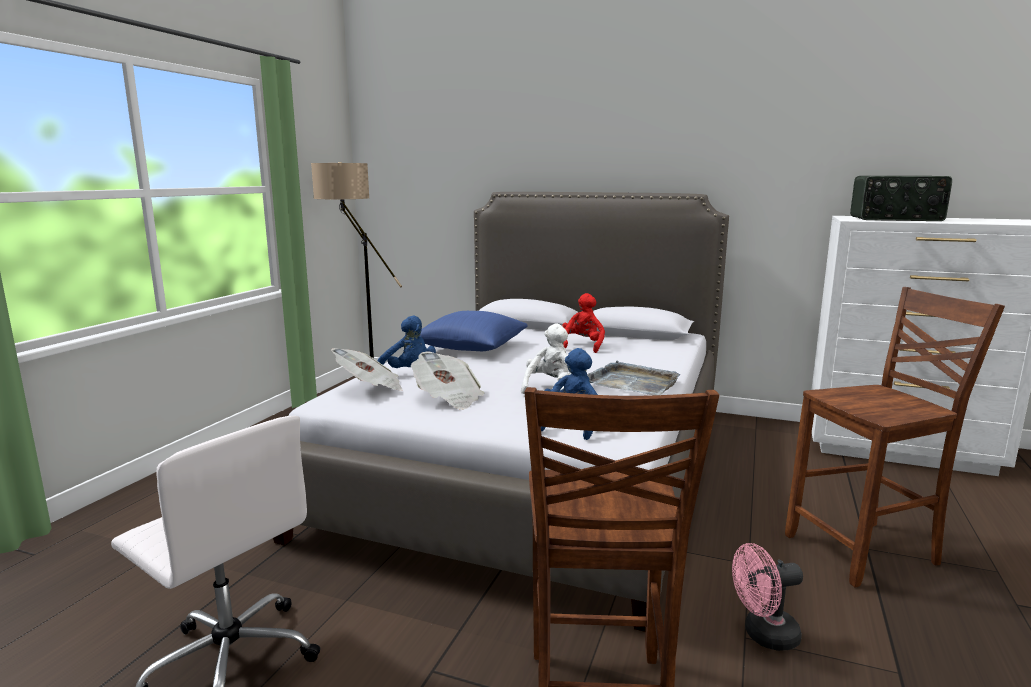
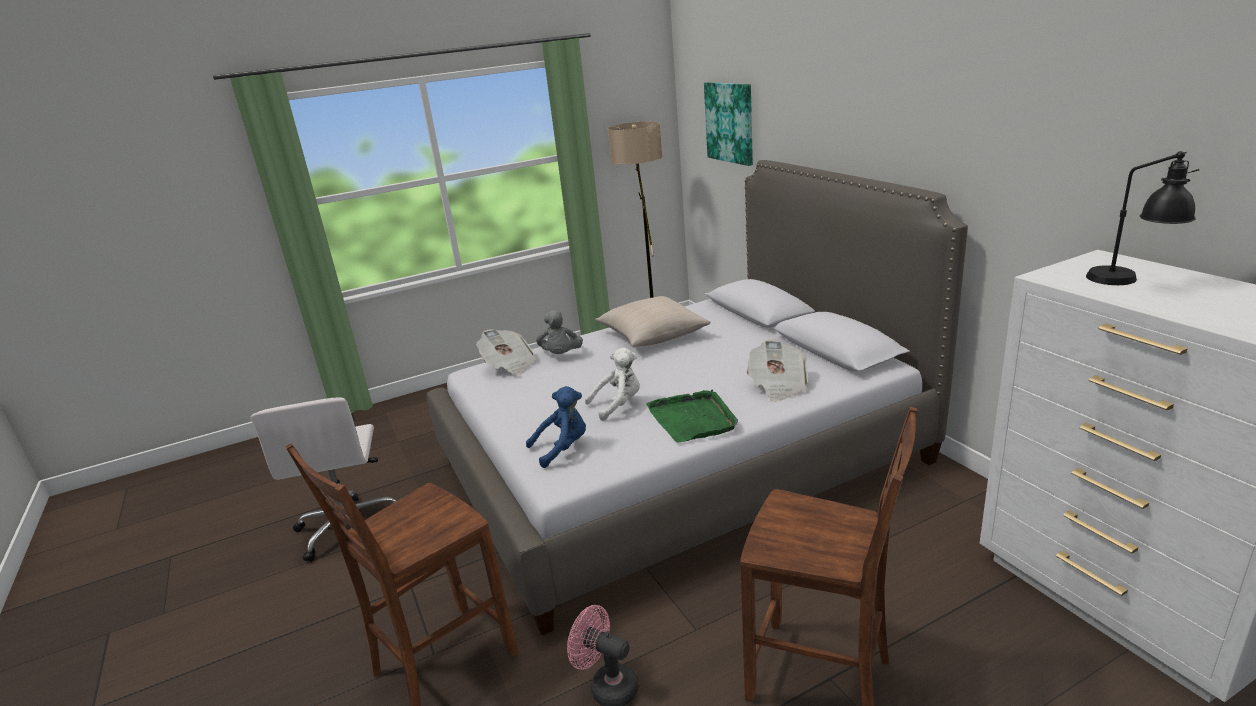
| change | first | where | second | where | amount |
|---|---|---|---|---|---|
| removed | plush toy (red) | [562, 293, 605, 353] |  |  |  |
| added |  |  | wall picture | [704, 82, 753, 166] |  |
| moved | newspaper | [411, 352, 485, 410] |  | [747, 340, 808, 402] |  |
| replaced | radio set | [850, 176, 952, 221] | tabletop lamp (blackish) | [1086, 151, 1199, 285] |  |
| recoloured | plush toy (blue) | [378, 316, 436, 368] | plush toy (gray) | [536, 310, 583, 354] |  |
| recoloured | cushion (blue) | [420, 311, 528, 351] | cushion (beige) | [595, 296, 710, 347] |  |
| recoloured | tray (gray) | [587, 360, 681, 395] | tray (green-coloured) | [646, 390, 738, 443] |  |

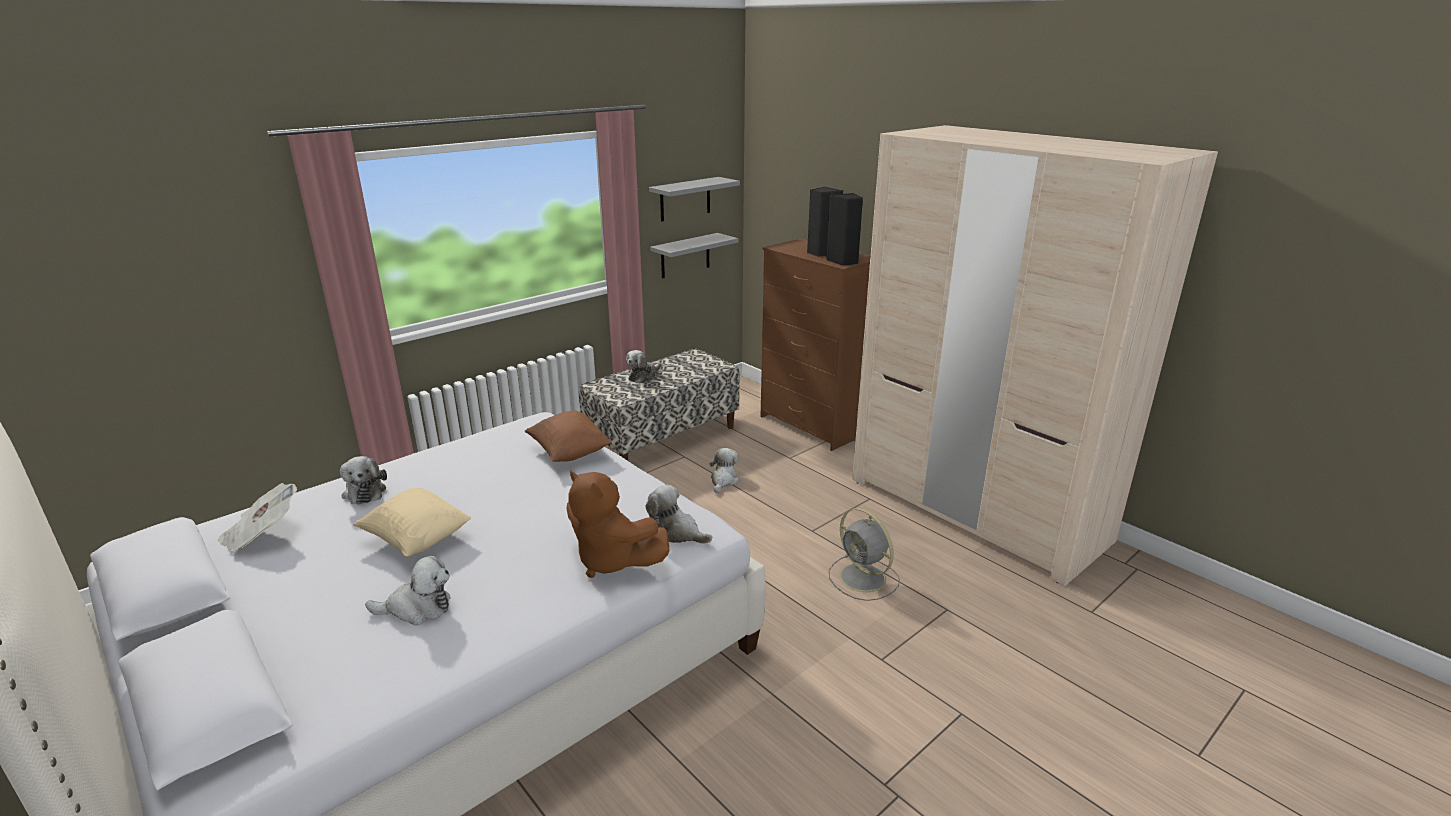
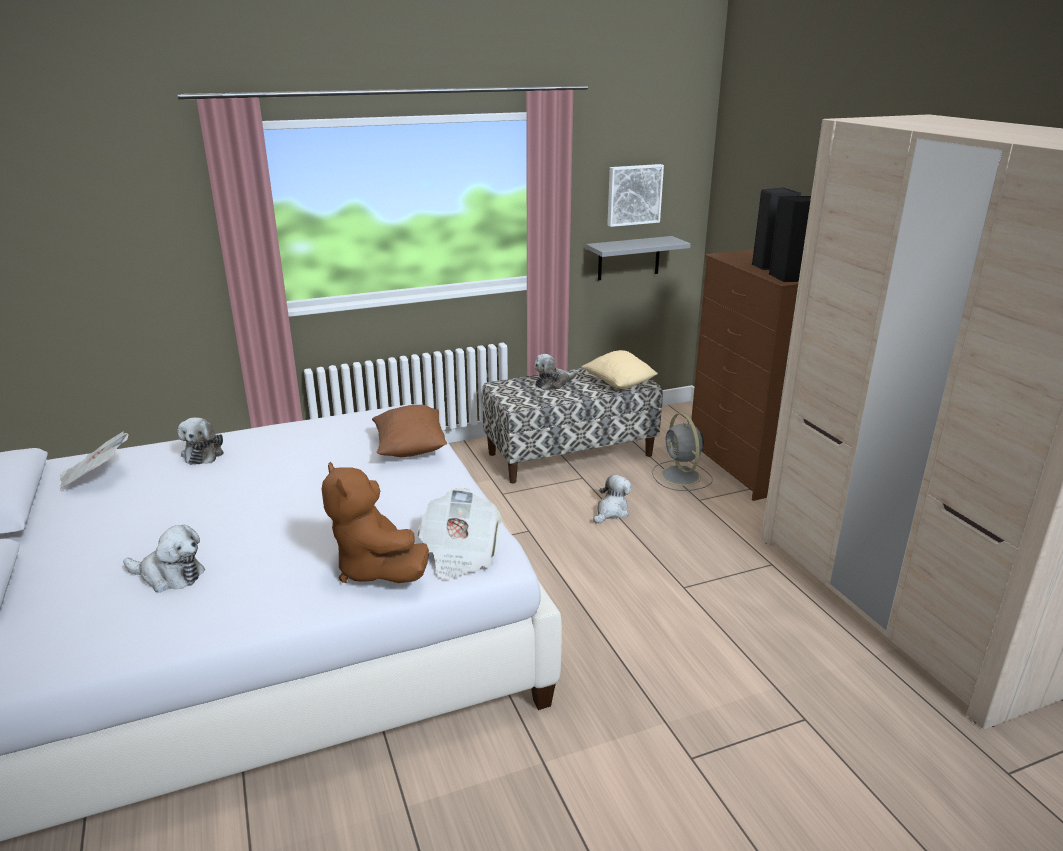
| change | first | where | second | where | amount |
|---|---|---|---|---|---|
| moved | cushion (beige) | [353, 488, 471, 557] |  | [582, 350, 658, 389] |  |
| moved | cooling fan (gray) | [829, 508, 900, 601] |  | [652, 413, 713, 491] |  |
| replaced | plush toy | [645, 485, 712, 544] | newspaper | [417, 488, 502, 580] |  |
| replaced | wall shelf (gray) | [649, 177, 740, 222] | wall picture | [607, 164, 664, 227] |  |

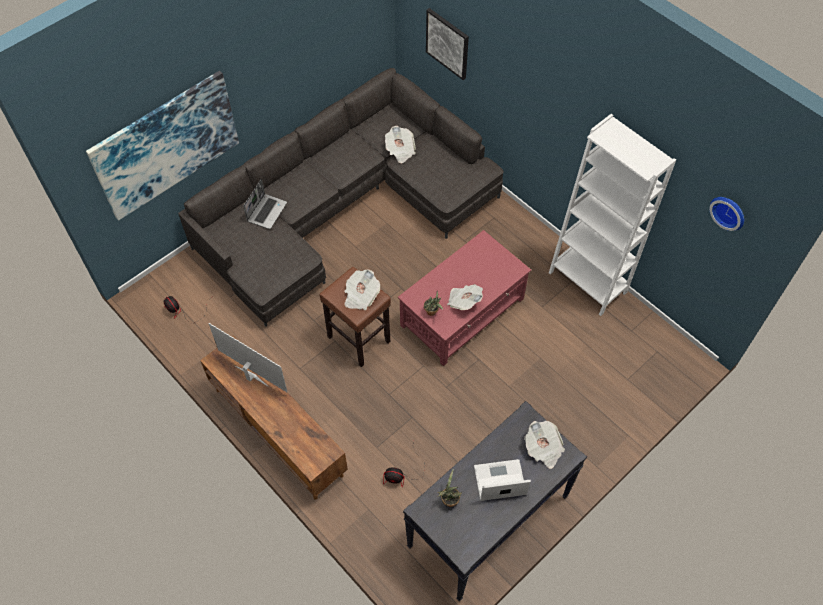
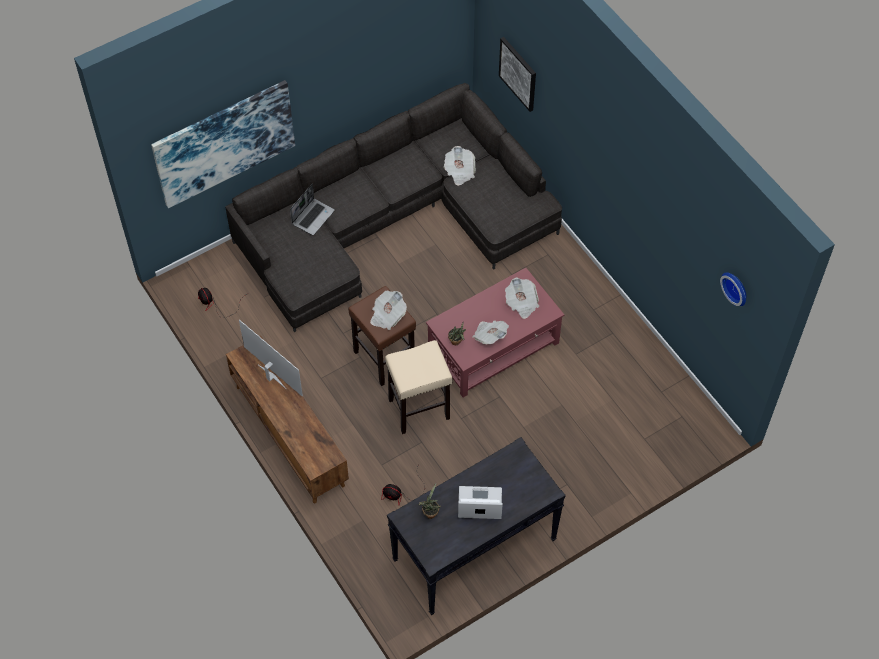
| change | first | where | second | where | amount |
|---|---|---|---|---|---|
| removed | shelving unit (whitish) | [549, 114, 676, 316] |  |  |  |
| added |  |  | stool (beige) | [385, 340, 452, 434] |  |
| moved | newspaper | [524, 421, 565, 469] |  | [505, 277, 539, 319] |  |

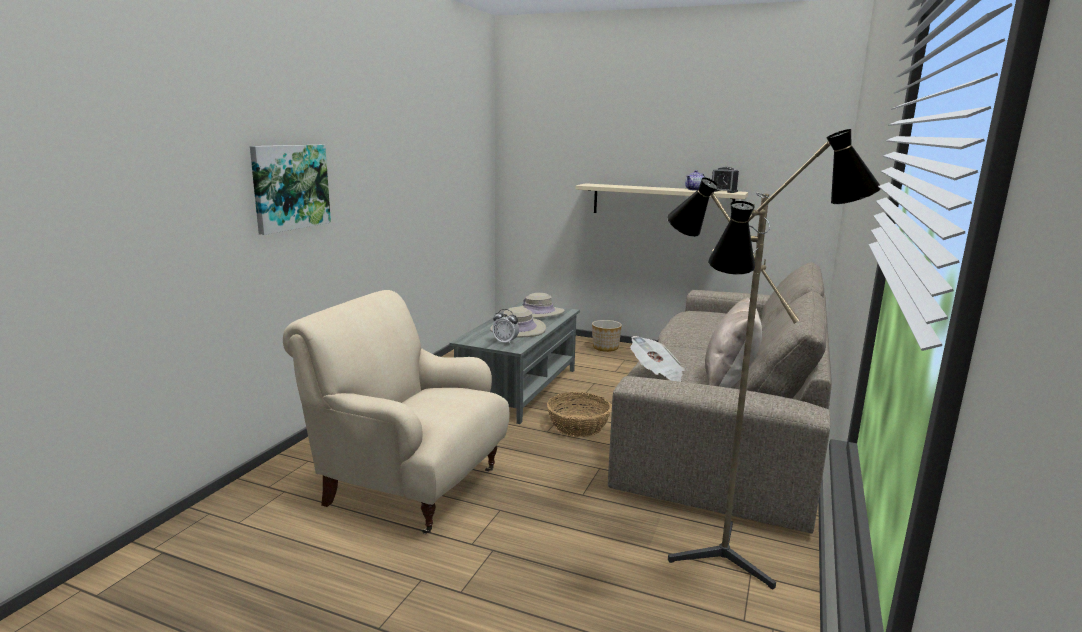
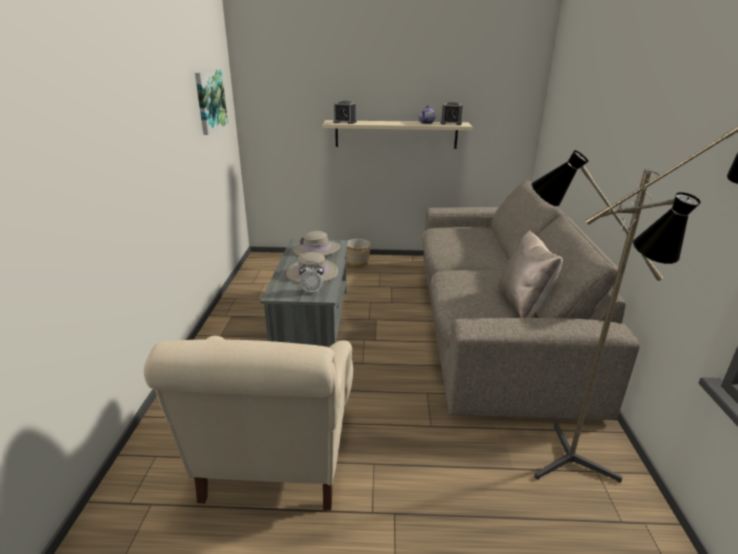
| change | first | where | second | where | amount |
|---|---|---|---|---|---|
| removed | basket | [547, 392, 612, 437] |  |  |  |
| removed | newspaper | [630, 336, 685, 382] |  |  |  |
| added |  |  | alarm clock | [333, 101, 357, 124] |  |
| moved | wall picture | [250, 145, 331, 235] |  | [195, 69, 228, 135] |  |
| turned | easy chair (beige) | [283, 290, 510, 534] |  | [144, 336, 353, 510] | 90 degrees counterclockwise |

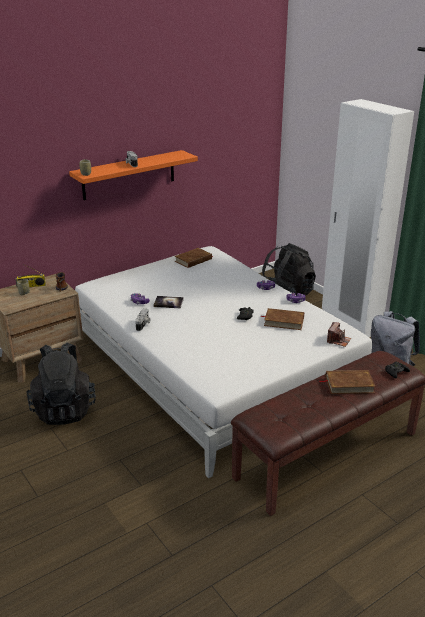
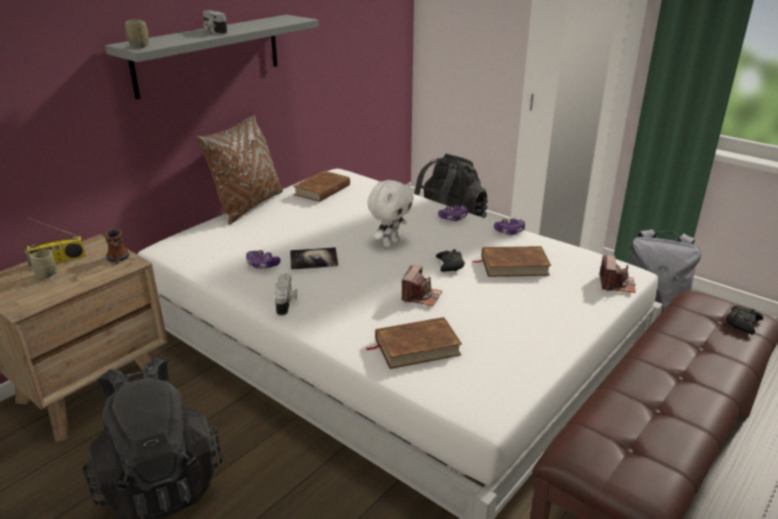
| change | first | where | second | where | amount |
|---|---|---|---|---|---|
| added |  |  | cushion (brown) | [196, 114, 283, 224] |  |
| added |  |  | plush toy (whitish) | [367, 180, 414, 247] |  |
| added |  |  | photo camera | [402, 265, 442, 306] |  |
| moved | book (brown) | [319, 370, 376, 394] |  | [366, 317, 462, 369] |  |
| recoloured | wall shelf (orangey) | [69, 150, 198, 200] | wall shelf (gray) | [105, 15, 319, 100] |  |

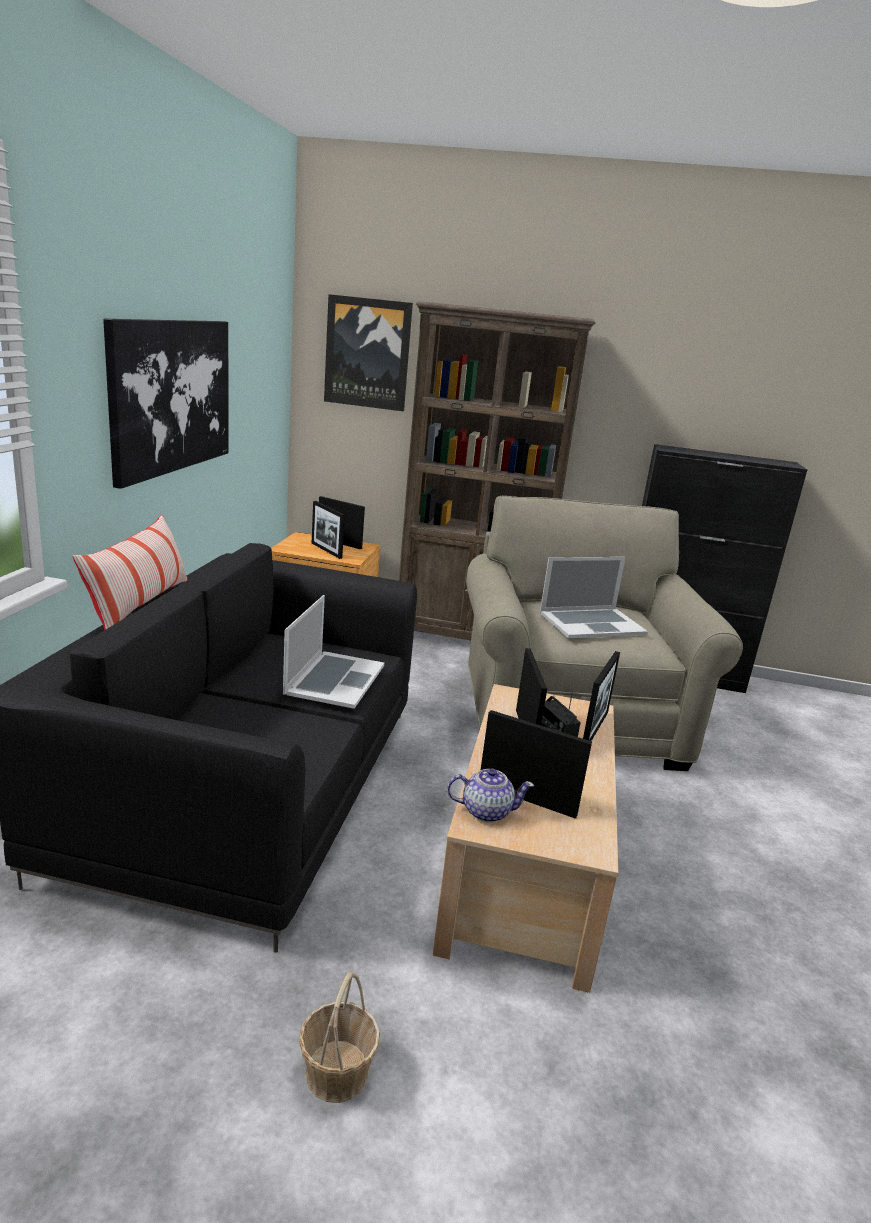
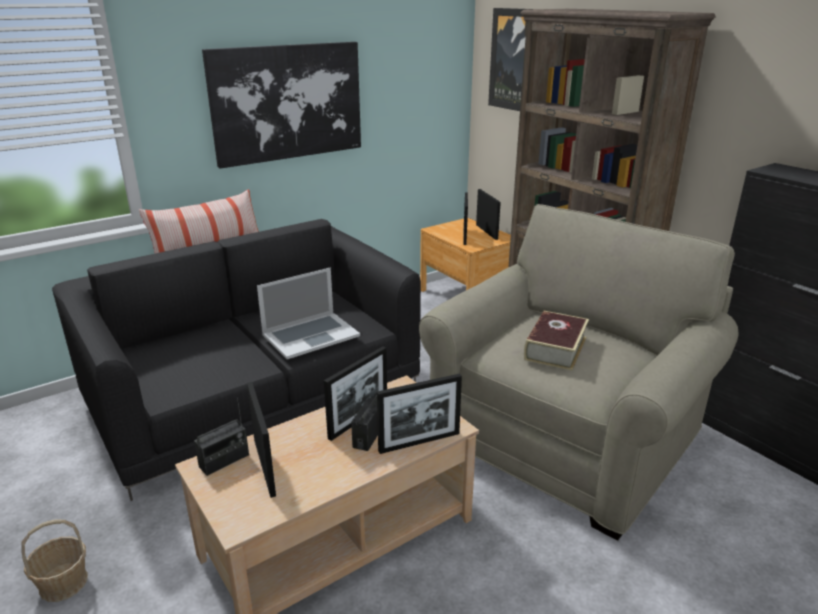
| change | first | where | second | where | amount |
|---|---|---|---|---|---|
| replaced | tea pot | [447, 769, 534, 822] | radio set | [194, 398, 249, 476] |  |
| replaced | notebook computer | [540, 557, 648, 638] | book | [524, 311, 589, 371] |  |

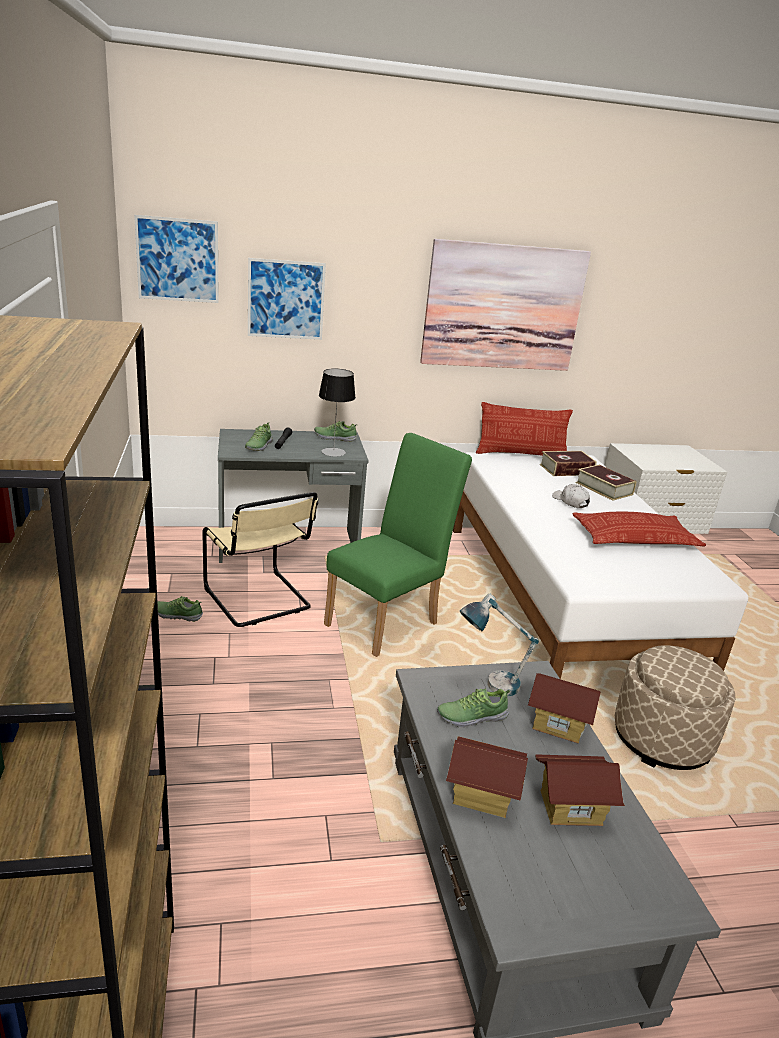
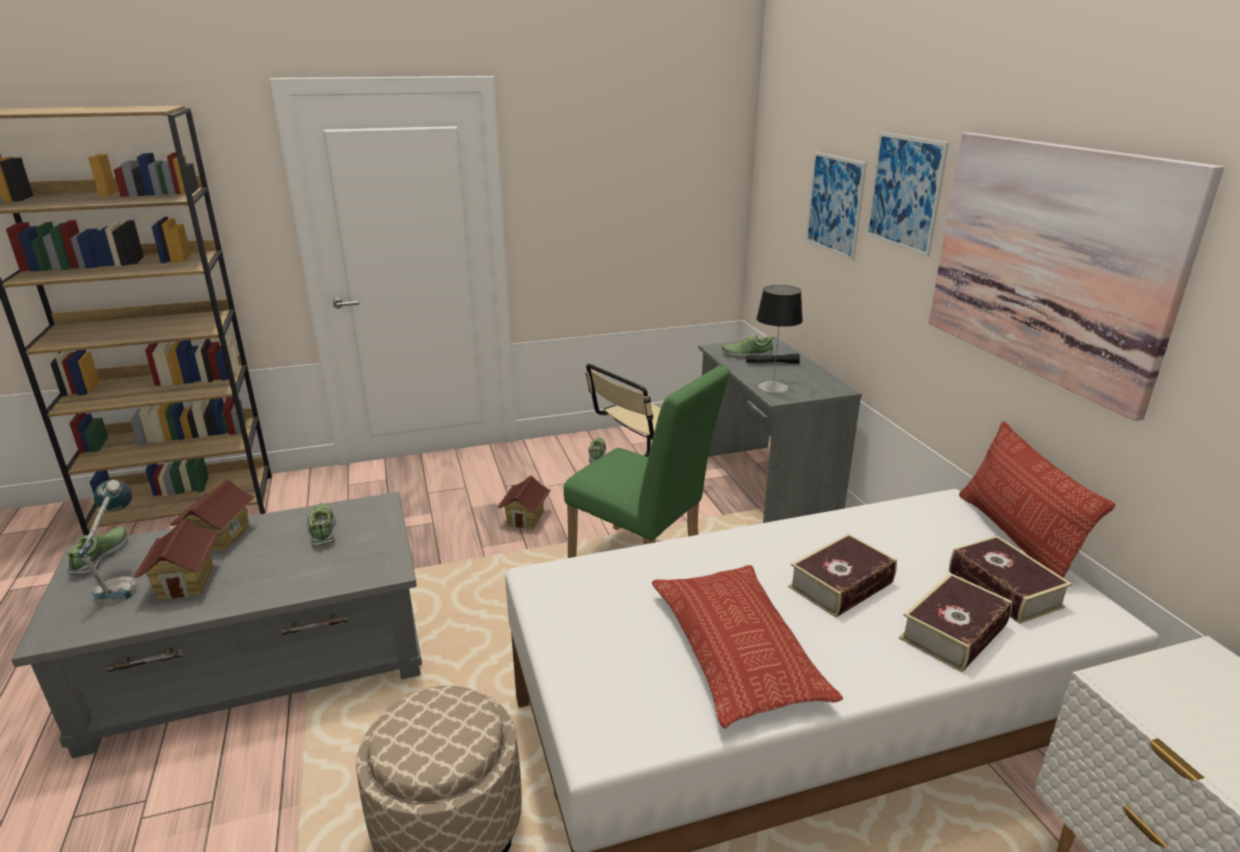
| change | first | where | second | where | amount |
|---|---|---|---|---|---|
| moved | wall picture | [134, 215, 219, 303] |  | [866, 132, 949, 257] |  |
| moved | low shoe | [314, 421, 357, 442] |  | [67, 527, 128, 575] |  |
| moved | tabletop lamp | [460, 593, 539, 696] |  | [79, 479, 138, 605] |  |
| moved | miniature house | [528, 673, 601, 744] |  | [497, 476, 551, 529] |  |
| replaced | peaked cap (whitish) | [552, 484, 590, 508] | book | [788, 533, 897, 617] |  |

